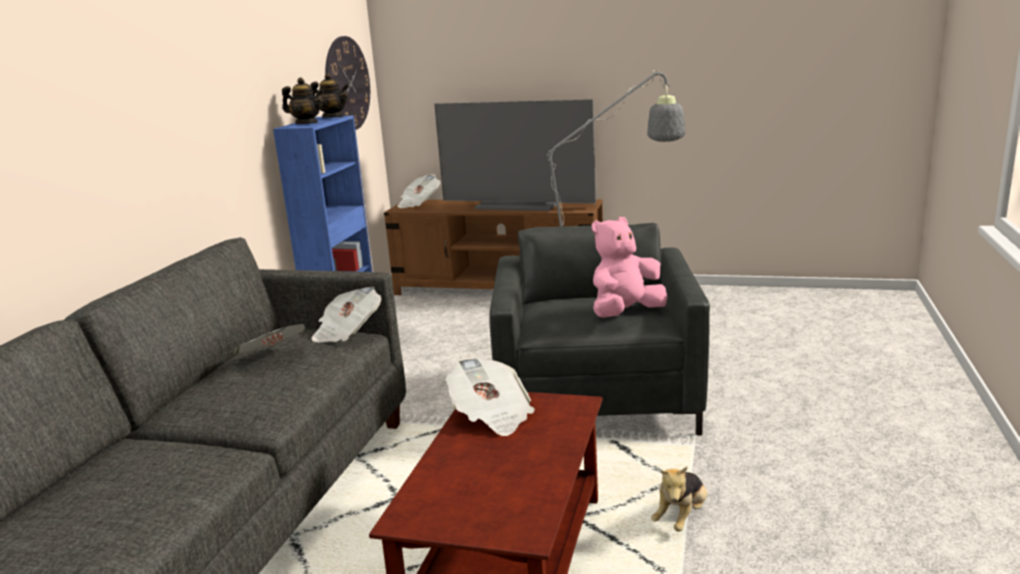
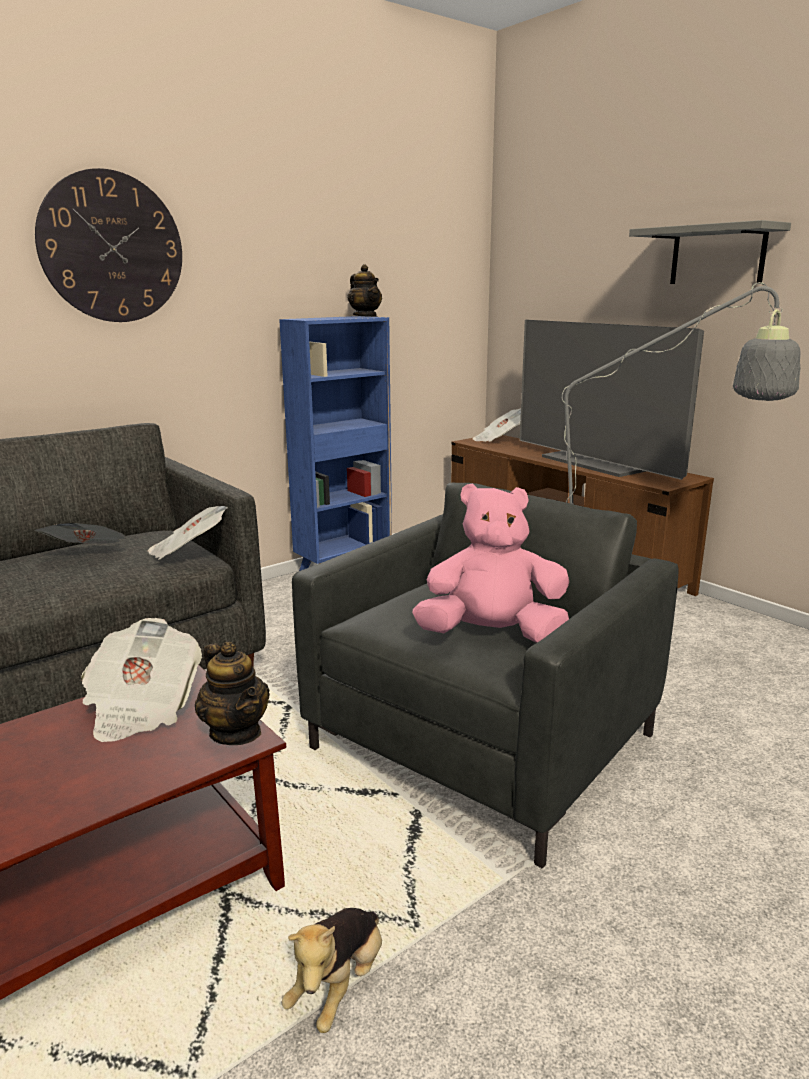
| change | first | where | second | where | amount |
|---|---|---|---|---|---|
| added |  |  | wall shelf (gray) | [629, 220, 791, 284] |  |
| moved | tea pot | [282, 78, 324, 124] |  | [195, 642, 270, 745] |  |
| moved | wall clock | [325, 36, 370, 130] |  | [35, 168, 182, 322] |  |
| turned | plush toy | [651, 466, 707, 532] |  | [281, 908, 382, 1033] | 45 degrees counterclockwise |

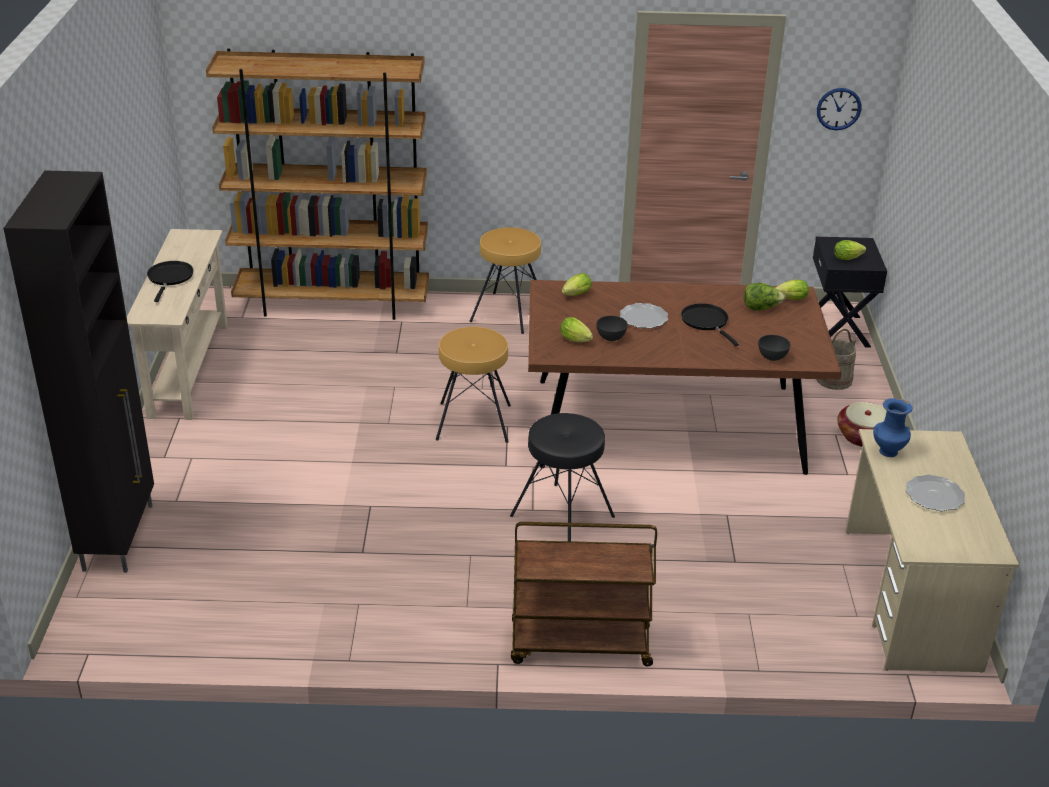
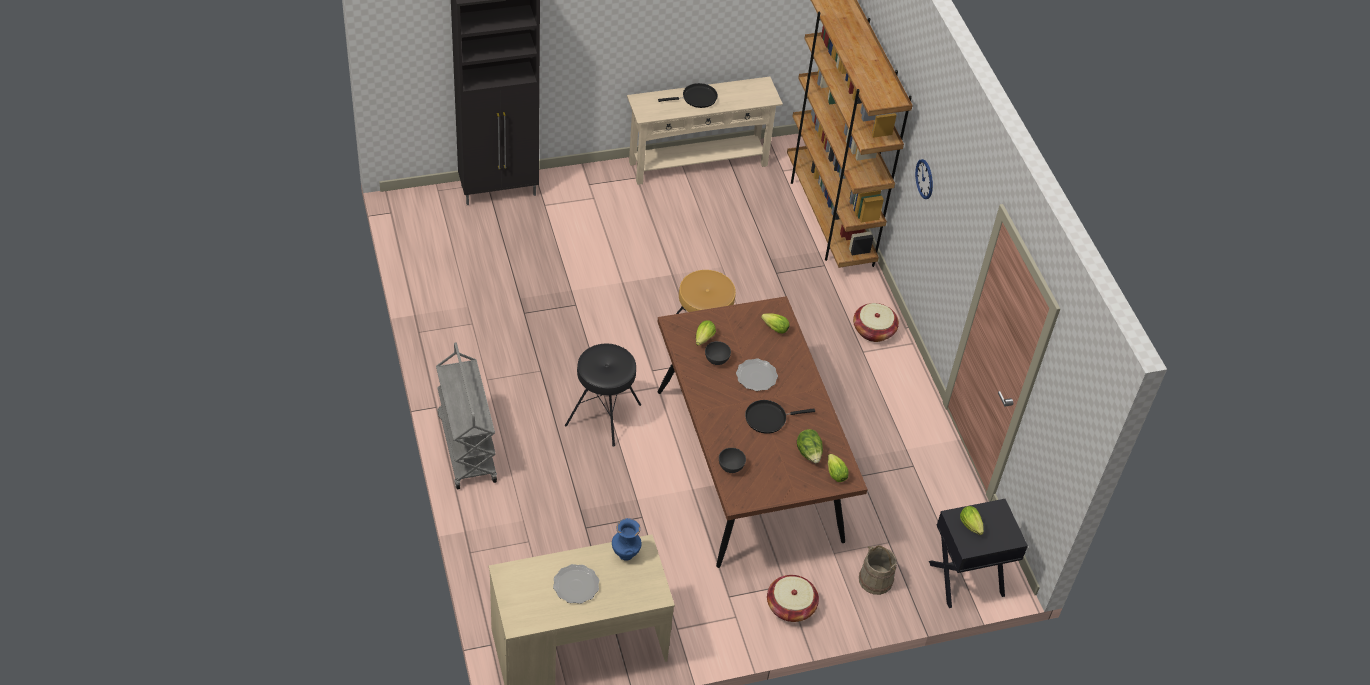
| change | first | where | second | where | amount |
|---|---|---|---|---|---|
| moved | wall clock | [817, 88, 861, 130] |  | [915, 159, 933, 199] |  |
| replaced | stool (brown) | [469, 227, 541, 334] | basket | [853, 303, 899, 342] |  |
| recoloured | cart (brown) | [511, 522, 657, 666] | cart (gray) | [436, 342, 497, 489] |  |
| turned | frying pan (blackish) | [681, 303, 739, 346] |  | [745, 400, 815, 434] | 150 degrees counterclockwise |

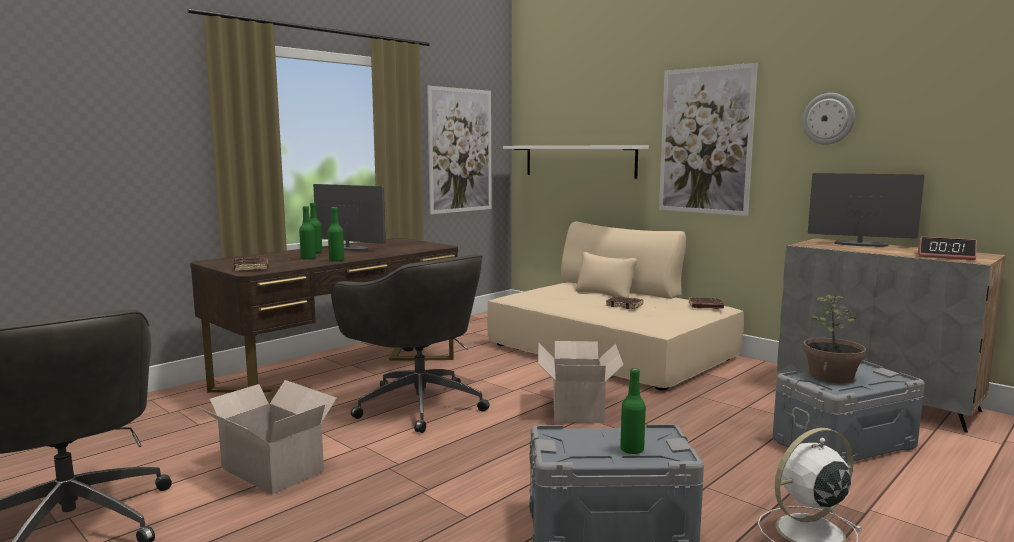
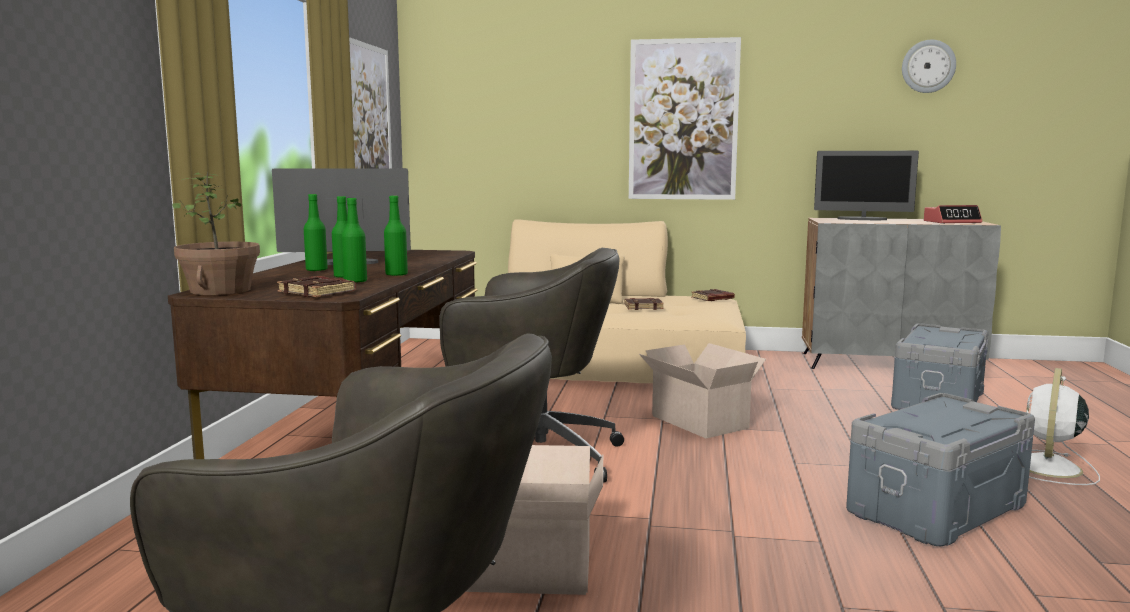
| change | first | where | second | where | amount |
|---|---|---|---|---|---|
| removed | wall shelf (whitish) | [503, 145, 649, 179] |  |  |  |
| moved | drink bottle (green-coloured) | [620, 368, 646, 455] |  | [341, 198, 367, 283] |  |
| moved | wall clock | [802, 93, 855, 145] |  | [902, 40, 956, 93] |  |
| moved | houseplant | [803, 294, 866, 383] |  | [173, 171, 260, 295] |  |
| turned | monitor | [808, 173, 924, 247] |  | [814, 151, 919, 220] | 150 degrees counterclockwise |

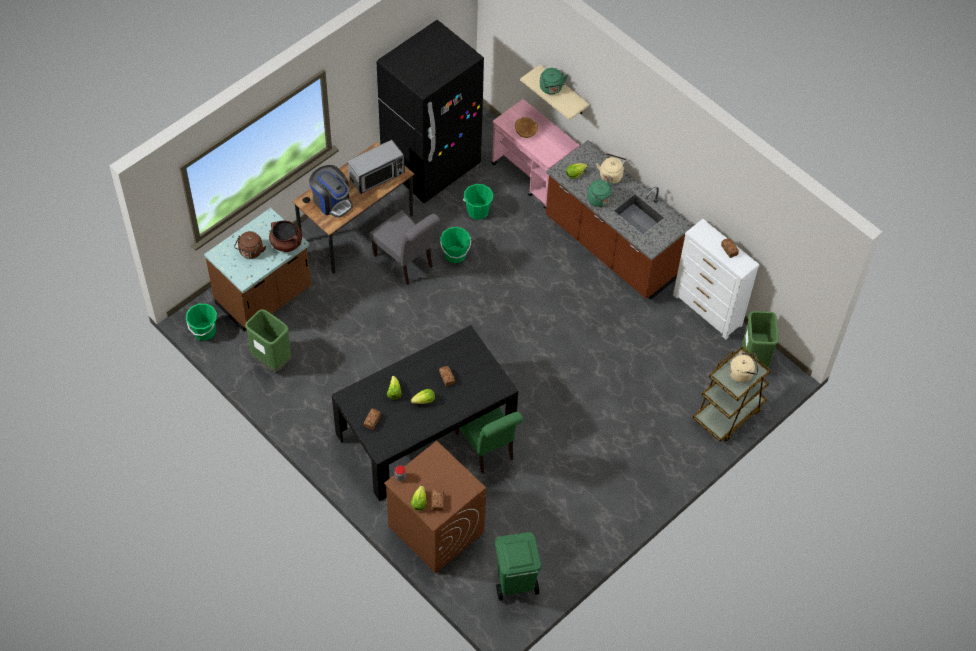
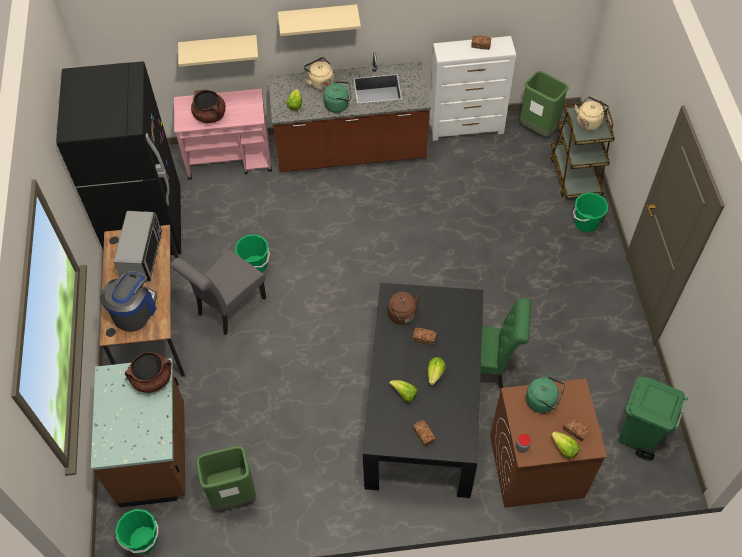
| change | first | where | second | where | amount |
|---|---|---|---|---|---|
| added |  |  | wall shelf (beige) | [278, 4, 361, 36] |  |
| moved | water kettle (brown) | [234, 231, 266, 259] |  | [388, 292, 422, 325] |  |
| moved | pail (green-coloured) | [463, 184, 493, 220] |  | [573, 192, 608, 233] |  |
| moved | water kettle (green-coloured) | [540, 68, 568, 95] |  | [526, 373, 565, 413] |  |
| replaced | serving bowl (brown) | [515, 117, 538, 138] | saucepot (brown) | [191, 90, 226, 123] |  |
| turned | coffee machine | [309, 165, 353, 218] |  | [100, 271, 157, 332] | 60 degrees counterclockwise |
| turned | upright chair (gray) | [369, 210, 440, 285] |  | [170, 249, 266, 335] | 135 degrees clockwise |

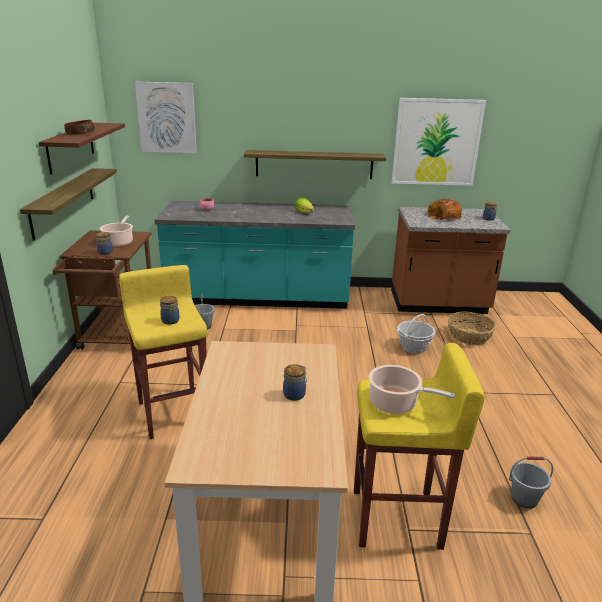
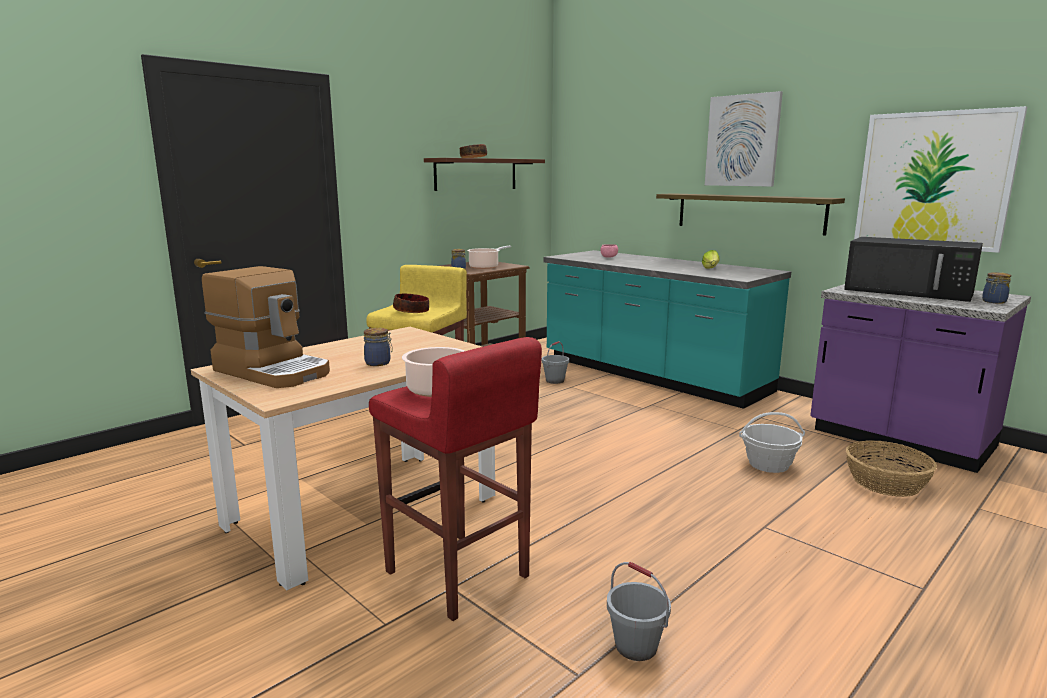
| change | first | where | second | where | amount |
|---|---|---|---|---|---|
| removed | wall shelf | [20, 168, 117, 240] |  |  |  |
| added |  |  | coffee machine | [202, 266, 330, 388] |  |
| moved | wall picture | [135, 82, 197, 153] |  | [705, 91, 783, 187] |  |
| replaced | storage jar | [160, 296, 180, 324] | serving bowl | [393, 293, 429, 313] |  |
| replaced | baked bread | [428, 198, 462, 220] | microwave oven (blackish) | [844, 237, 983, 302] |  |
| recoloured | stool (yellow) | [354, 343, 484, 550] | stool (red) | [369, 337, 542, 621] |  |
| recoloured | counter (brown) | [391, 207, 511, 314] | counter (purple-coloured) | [810, 284, 1031, 473] |  |

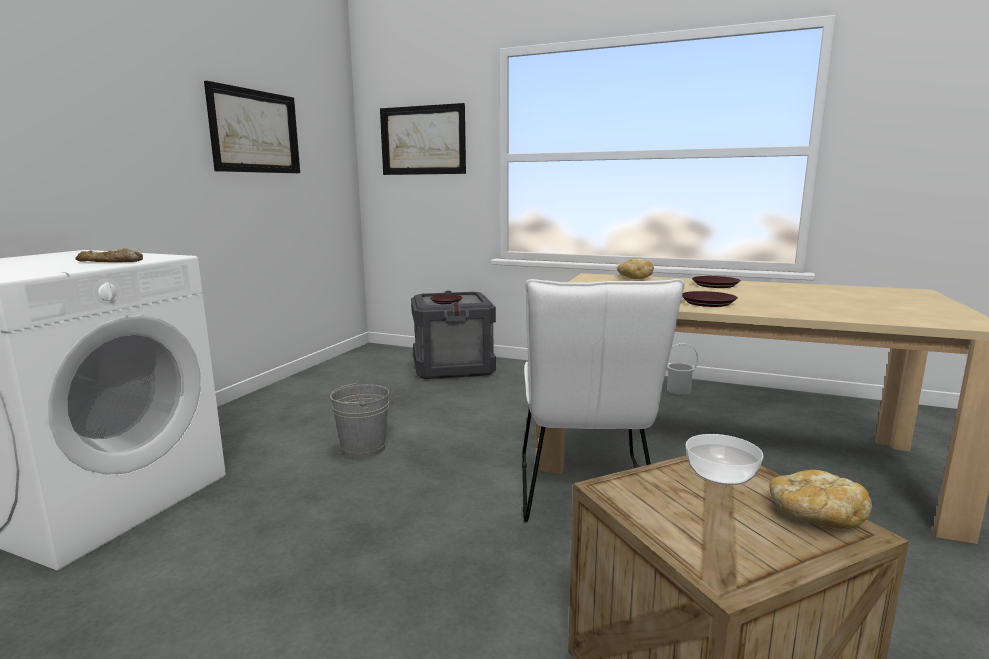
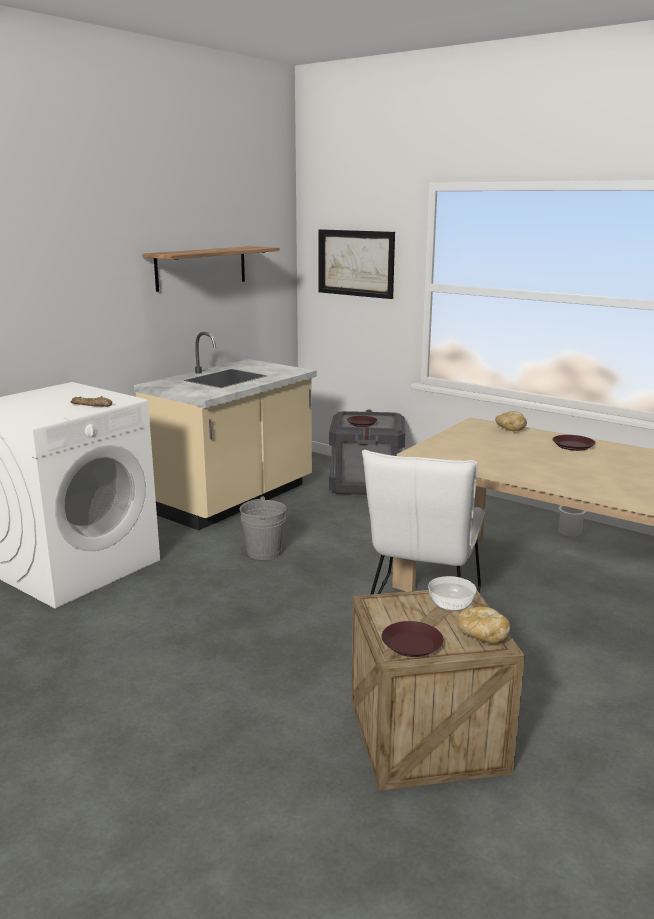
| change | first | where | second | where | amount |
|---|---|---|---|---|---|
| added |  |  | counter (beige) | [134, 332, 317, 530] |  |
| moved | plate (brown) | [682, 291, 738, 307] |  | [381, 621, 443, 657] |  |
| replaced | wall picture | [204, 81, 300, 173] | wall shelf | [142, 246, 280, 292] |  |

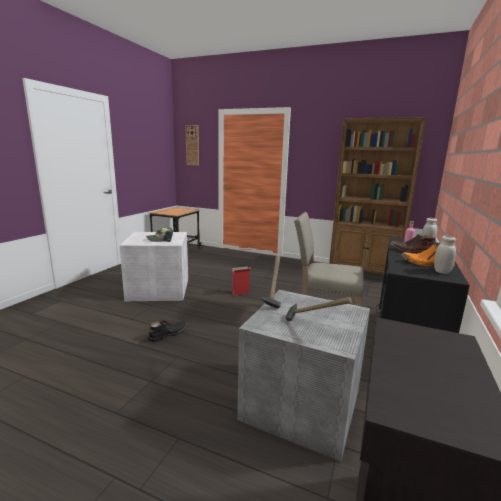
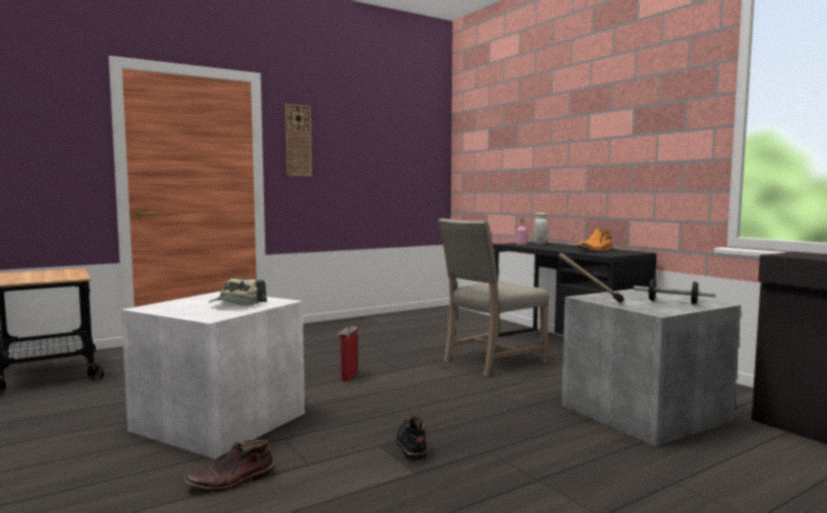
| change | first | where | second | where | amount |
|---|---|---|---|---|---|
| removed | shelving unit (brown) | [329, 117, 426, 274] |  |  |  |
| removed | storage jar (whitish) | [434, 236, 456, 274] |  |  |  |
| moved | wall clock | [185, 125, 199, 165] |  | [285, 104, 312, 176] |  |
| moved | tall boot (brown) | [390, 234, 437, 253] |  | [183, 439, 275, 492] |  |
| replaced | tool hammer | [285, 297, 352, 321] | dumbbell | [633, 278, 716, 305] |  |

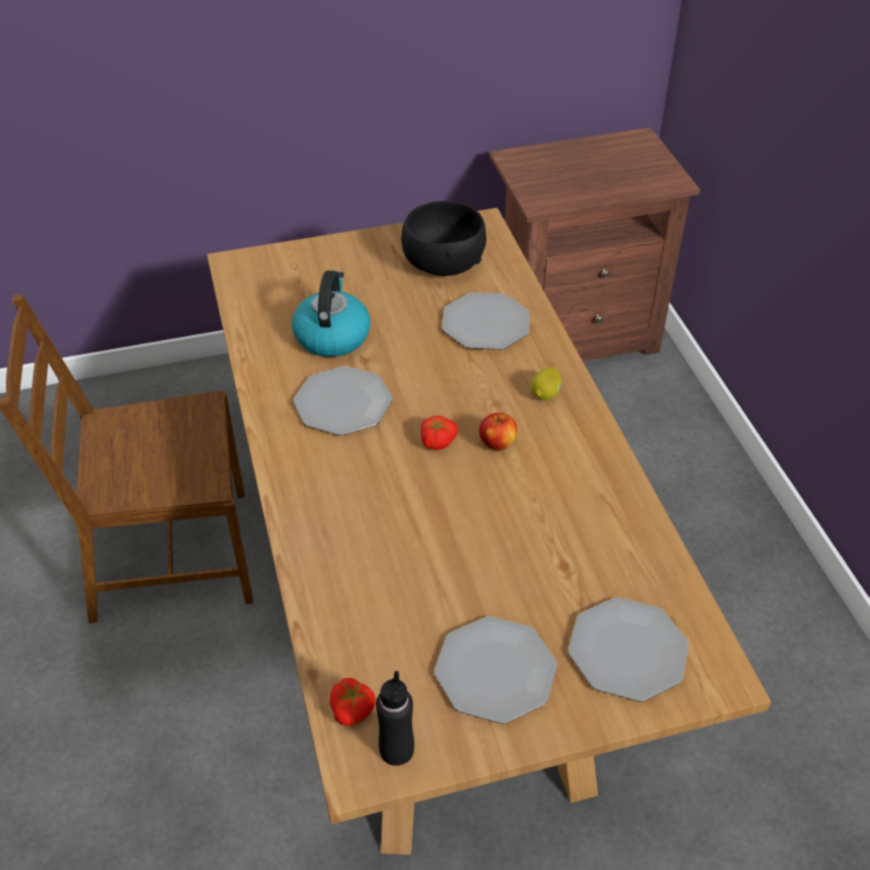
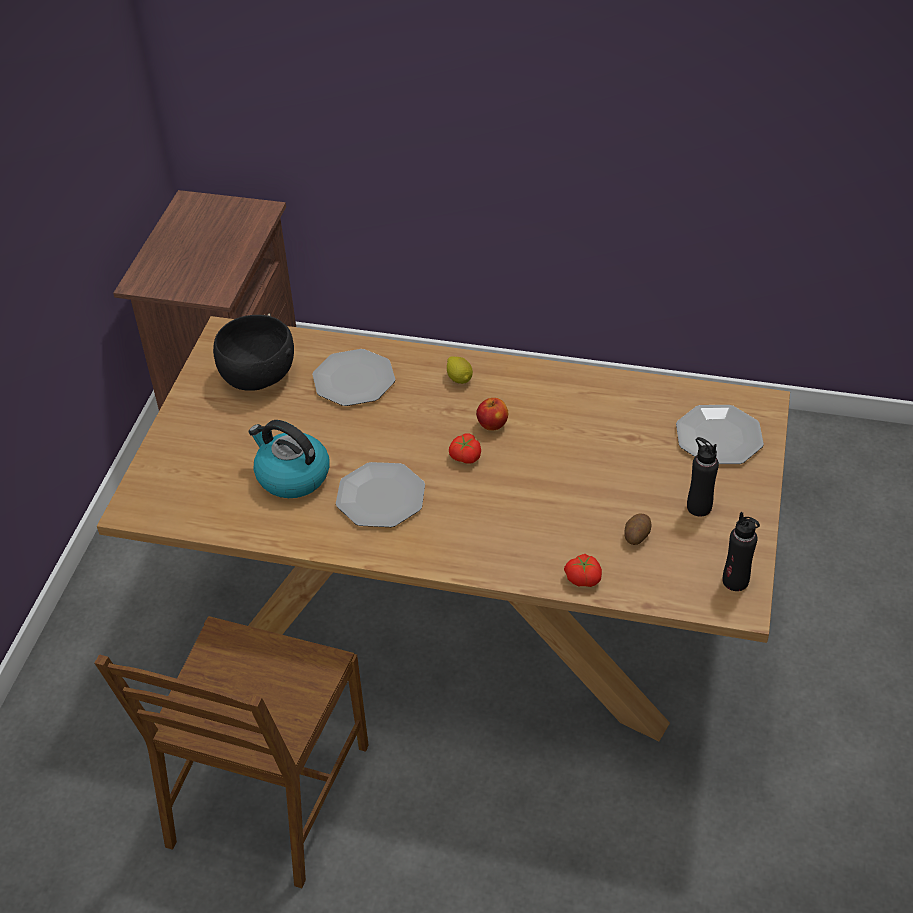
| change | first | where | second | where | amount |
|---|---|---|---|---|---|
| added |  |  | whole potato | [624, 514, 652, 545] |  |
| moved | whole tomato | [329, 678, 376, 726] |  | [564, 554, 602, 587] |  |
| replaced | plate | [434, 616, 557, 724] | drink bottle (blackish) | [687, 437, 719, 517] |  |

